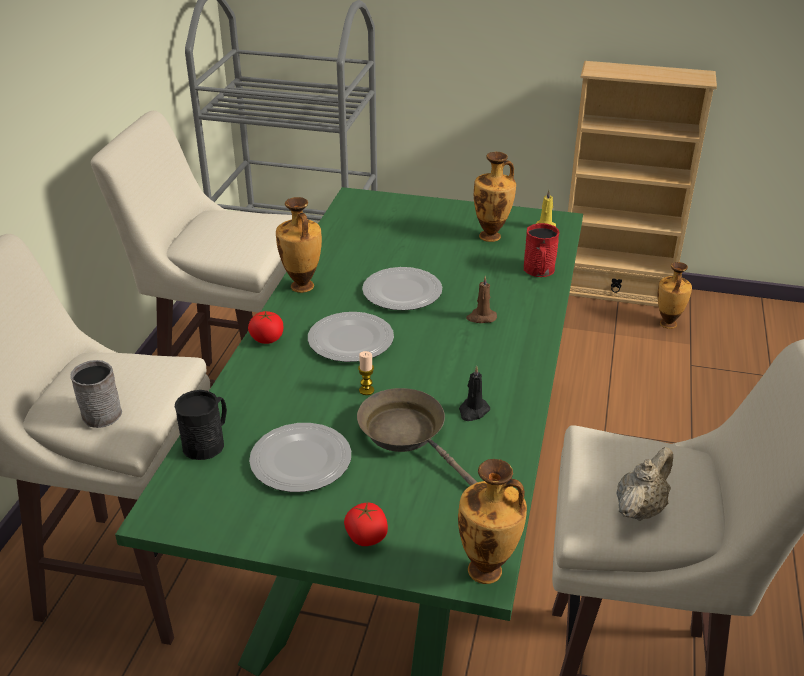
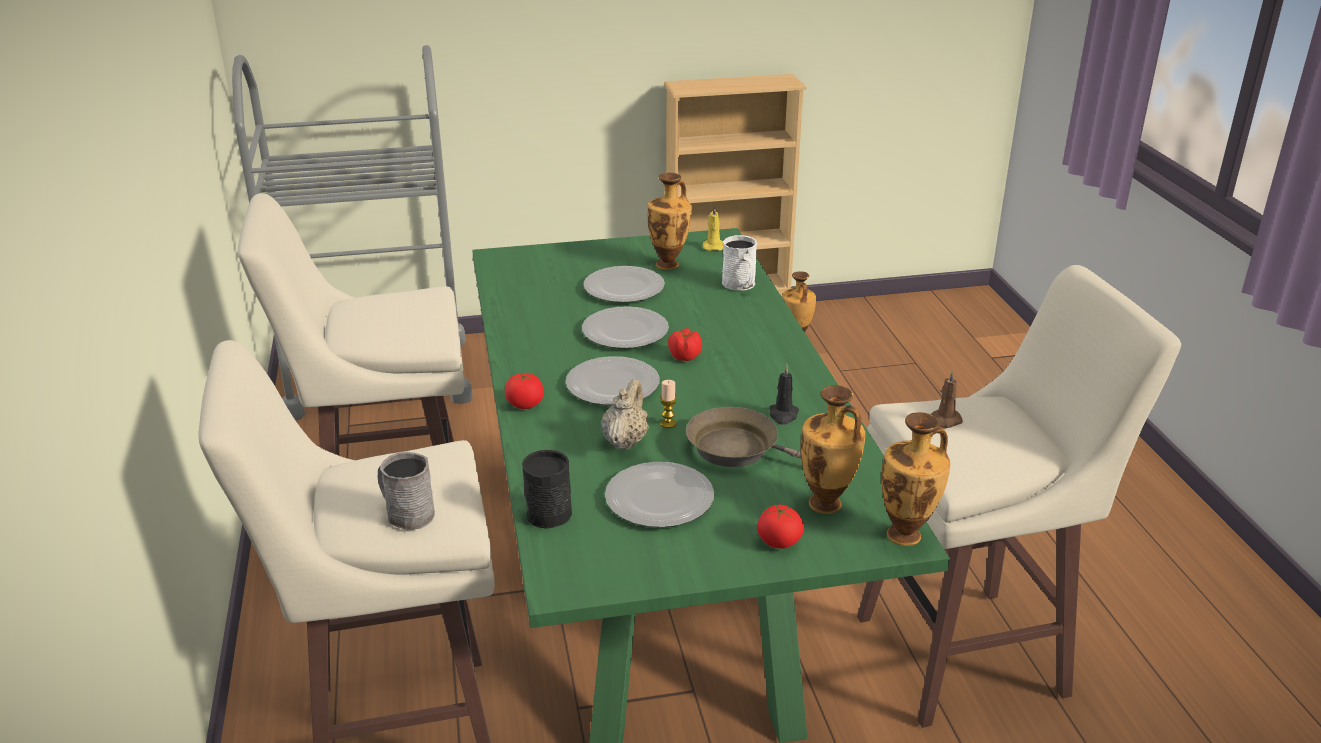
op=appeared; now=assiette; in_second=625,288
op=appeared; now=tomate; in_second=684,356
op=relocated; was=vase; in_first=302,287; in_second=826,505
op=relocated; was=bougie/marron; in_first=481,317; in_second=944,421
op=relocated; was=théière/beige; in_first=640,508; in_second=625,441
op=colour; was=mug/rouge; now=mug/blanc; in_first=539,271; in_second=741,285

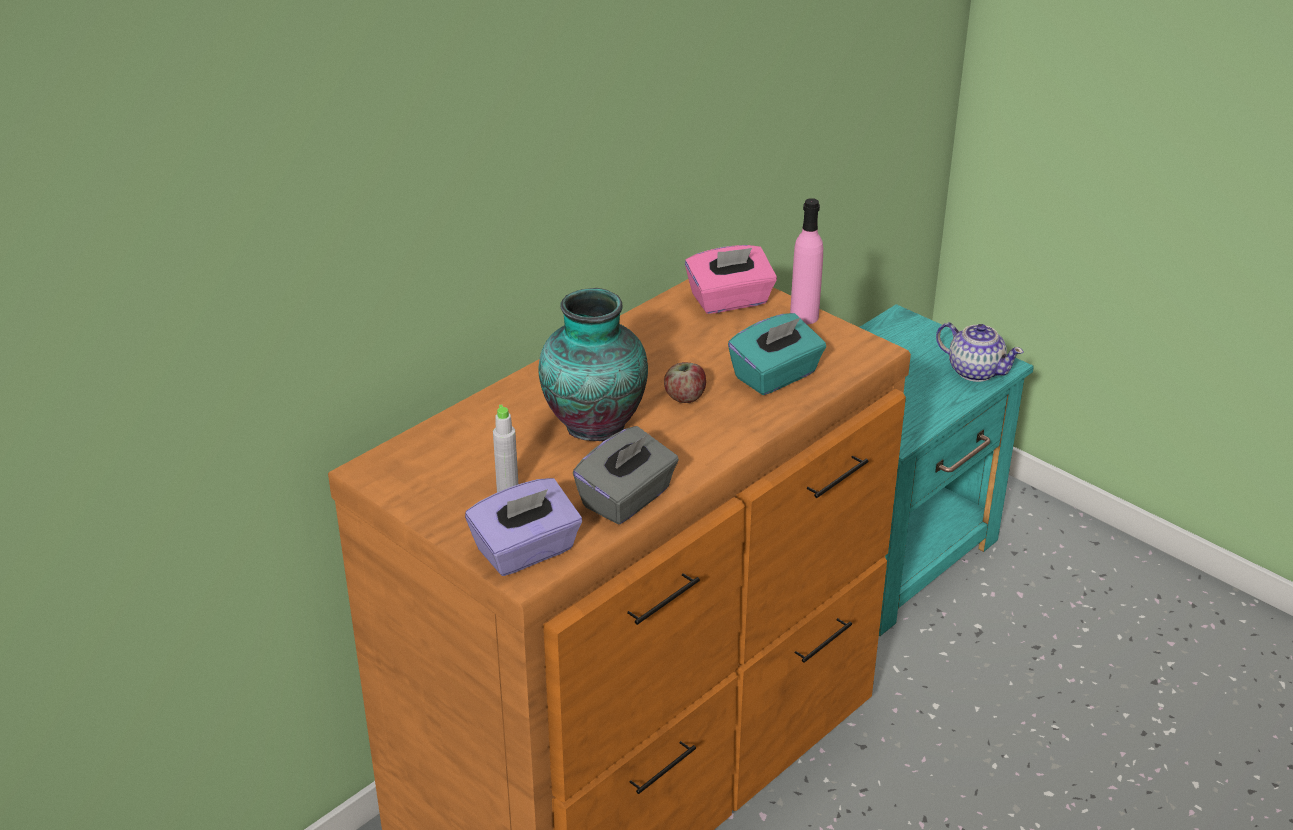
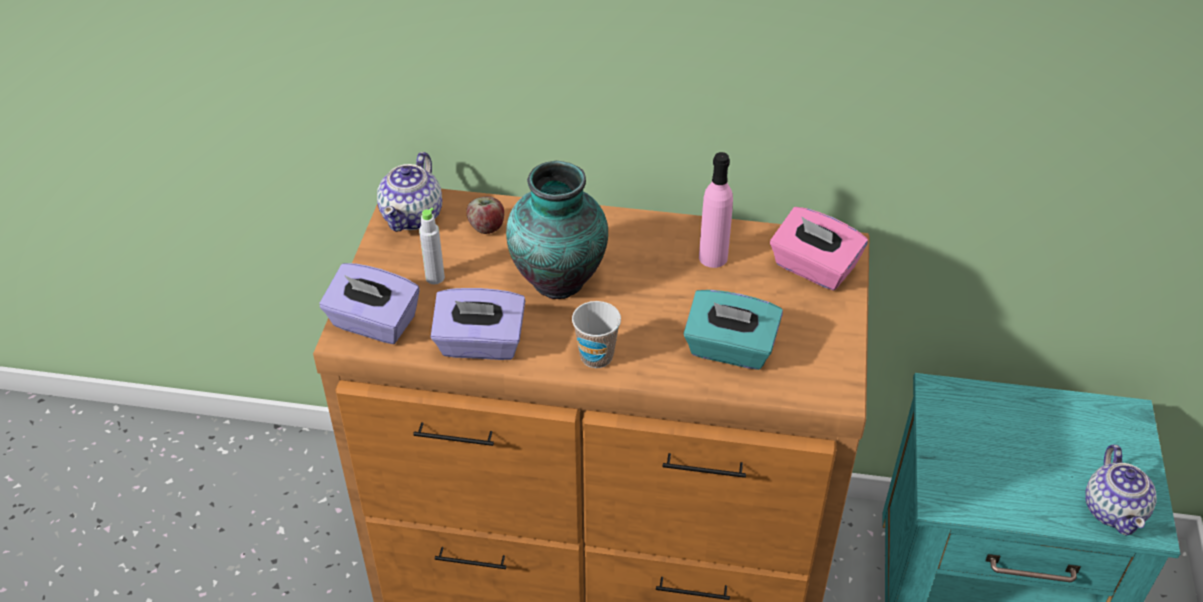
op=appeared; now=théière; in_second=413,216
op=appeared; now=tasse; in_second=596,356
op=relocated; was=pomme; in_first=684,397; in_second=487,227
op=relocated; was=bouteille/rose; in_first=804,316; in_second=713,257
op=colour; was=boîte à mouchoirs/gris; now=boîte à mouchoirs/violet; in_first=627,499; in_second=480,344

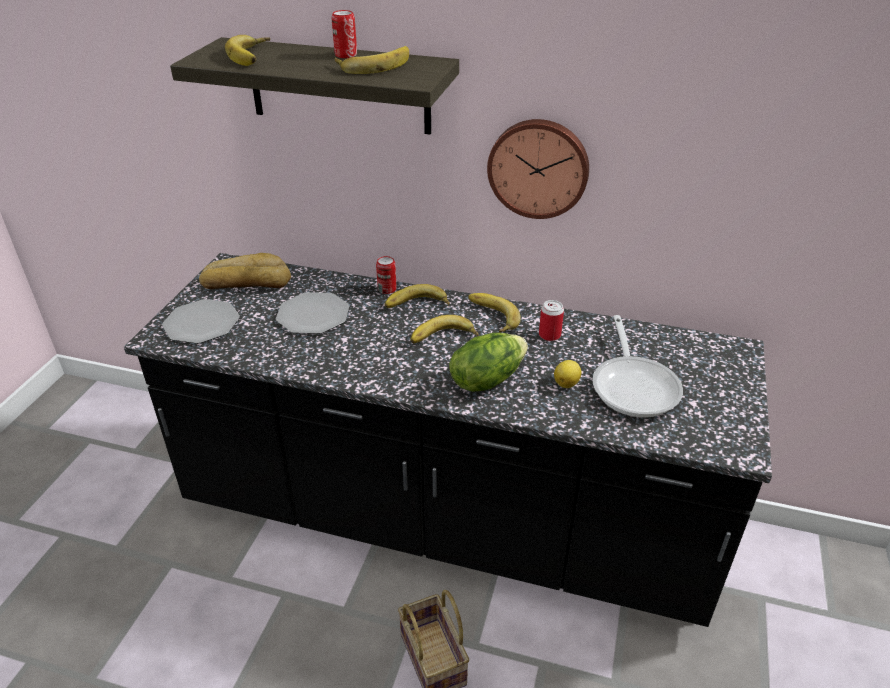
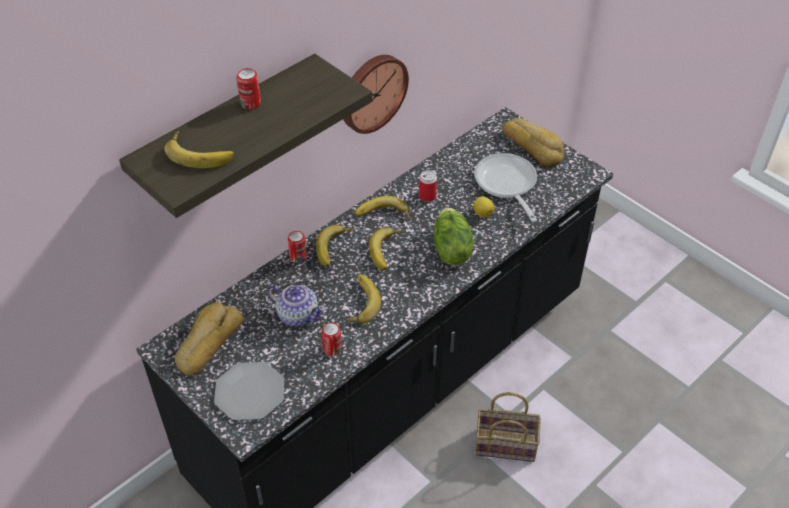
op=appeared; now=boîte métallique; in_second=332,349
op=appeared; now=pain; in_second=533,146
op=relocated; was=banane; in_first=374,64; in_second=359,302
op=exchanged; was=assiette; now=théière; in_first=313,315; in_second=297,315
op=spun; was=poêle; in_first=634,386; in_second=506,184; clockwise=-135

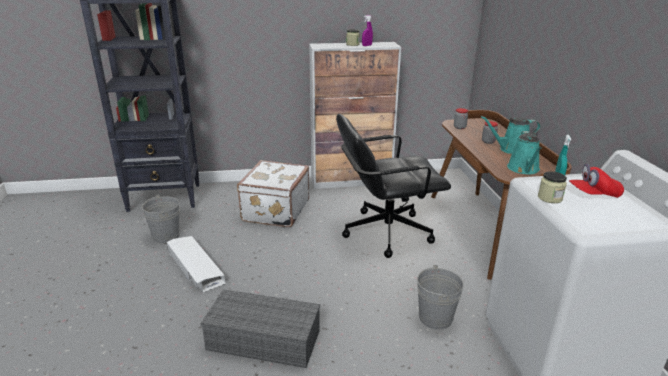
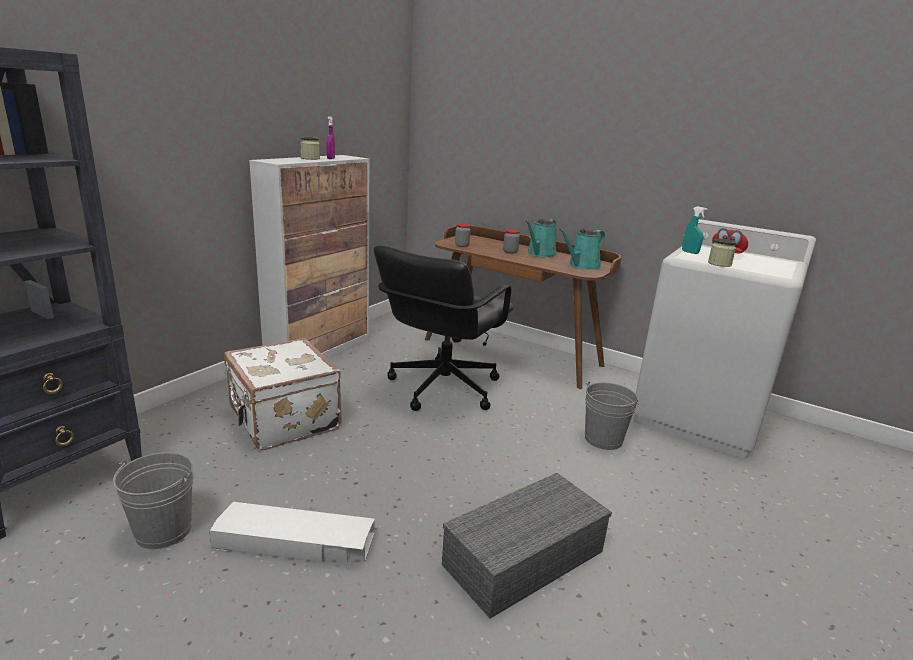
op=spun; was=arrosoir/turquoise; in_first=524,169; in_second=582,266; clockwise=90

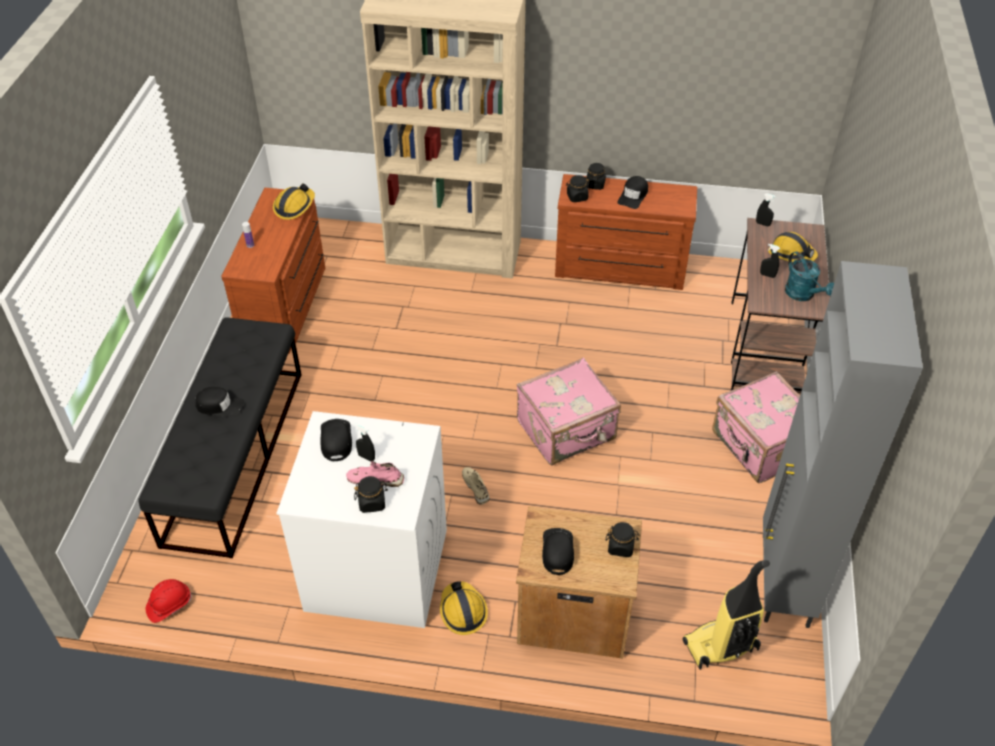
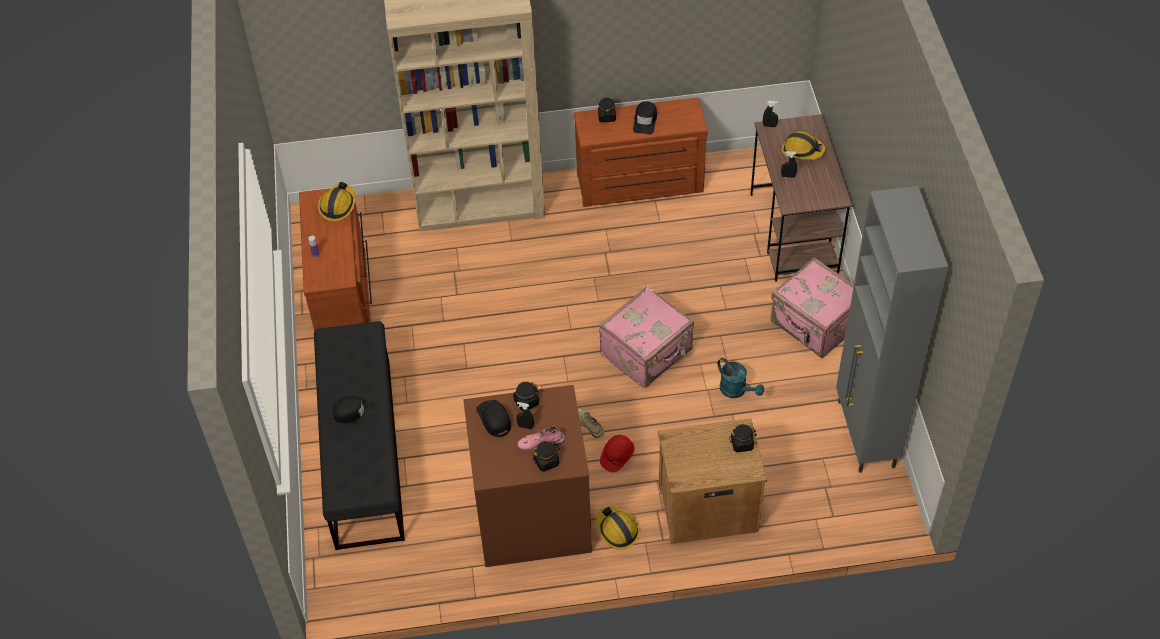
op=missing; was=casquette/noir; in_first=557,551
op=missing; was=aspirateur; in_first=720,647
op=relocated; was=casque de chantier/rouge; in_first=169,605; in_second=617,457
op=relocated; was=bocal/noir; in_first=577,197; in_second=526,402
op=relocated; was=arrosoir/turquoise; in_first=803,295; in_second=737,391
op=colour; was=lave-linge/blanc; now=lave-linge/marron; in_first=375,570; in_second=531,517

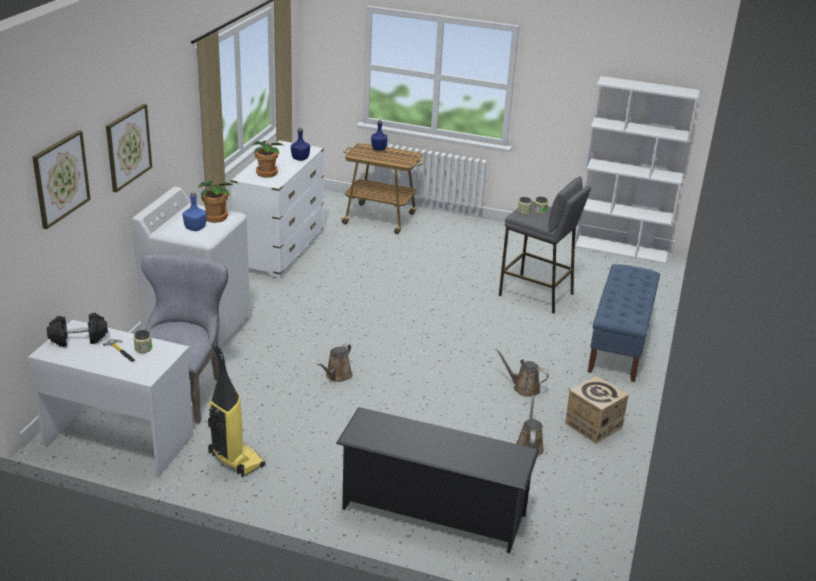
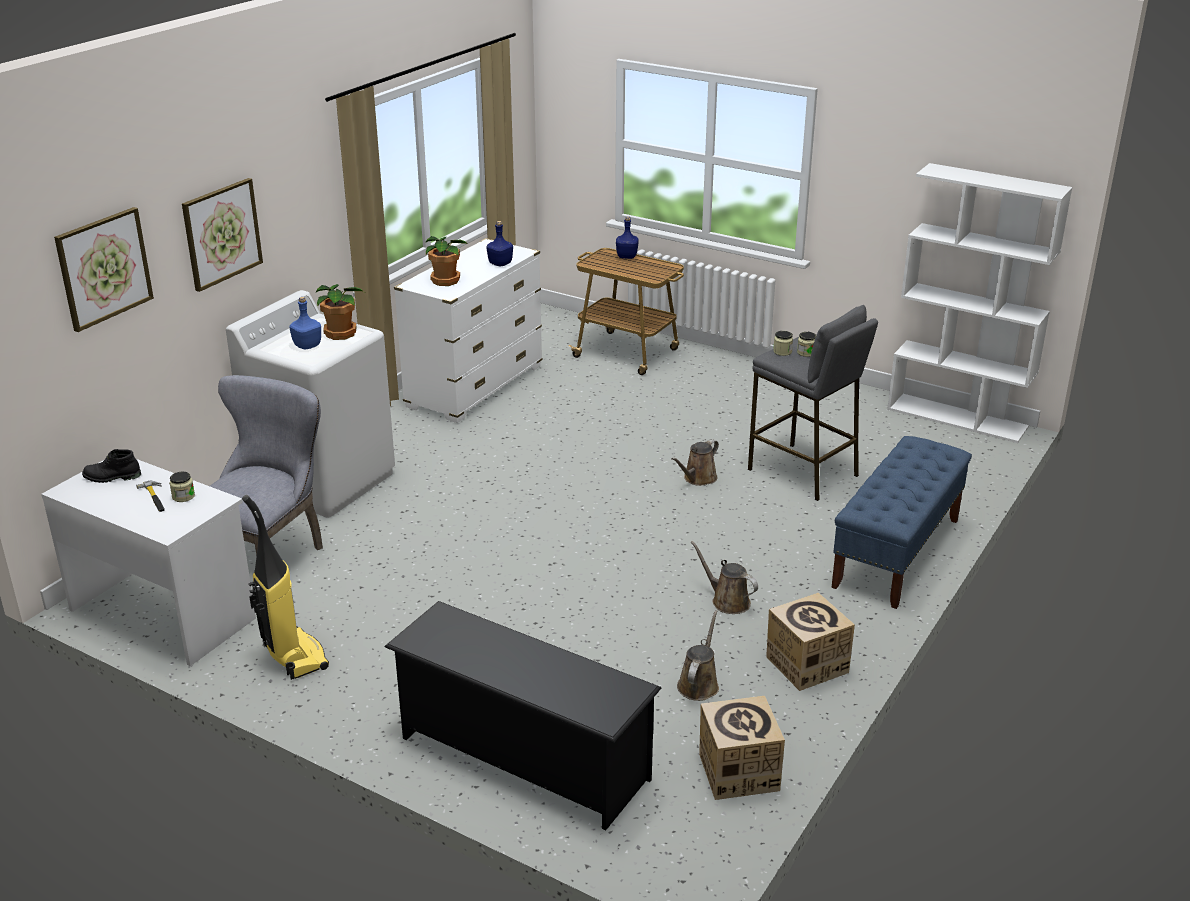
op=appeared; now=carton; in_second=738,772
op=relocated; was=arrosoir/marron; in_first=337,376; in_second=698,479
op=exchanged; was=haltère/noir; now=botte/noir; in_first=78,339; in_second=112,477

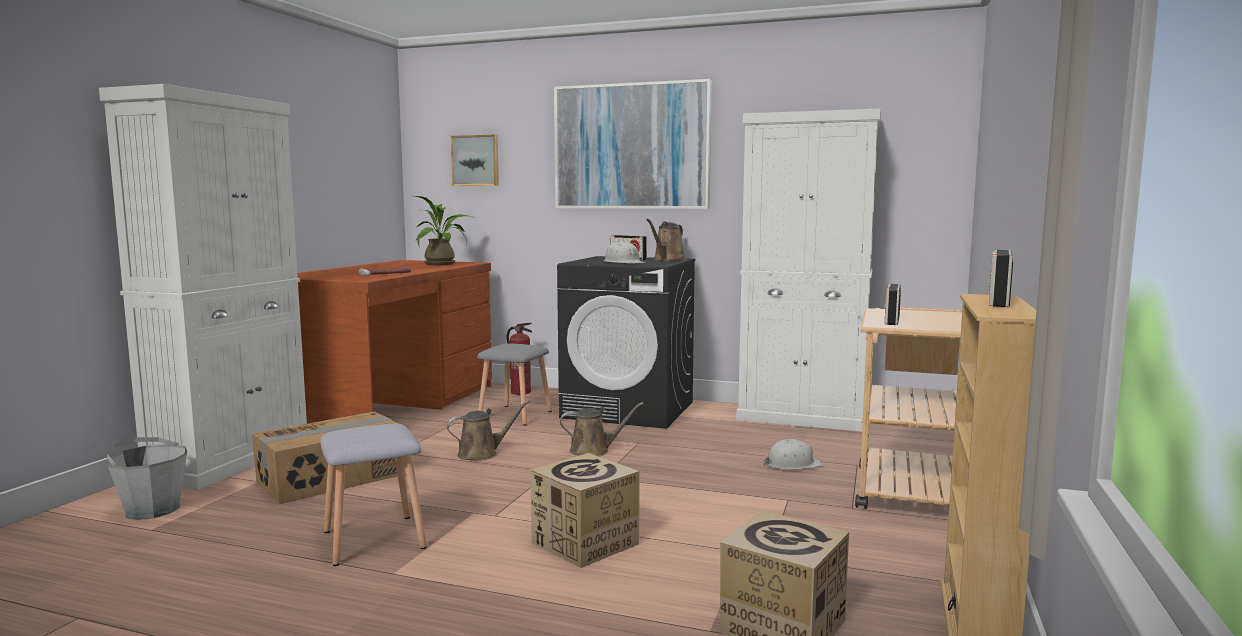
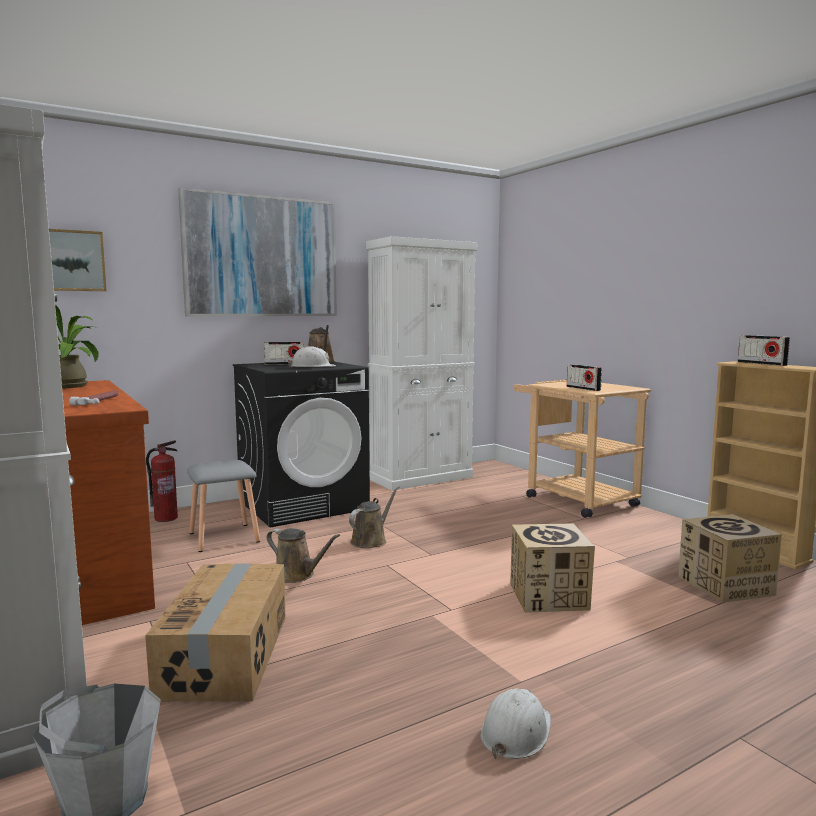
op=missing; was=tabouret/gris; in_first=375,539
op=relocated; was=casque de chantier/blanc; in_first=792,464; in_second=516,732
op=spun; was=arrosoir/marron; in_first=482,454; in_second=297,575; clockwise=105

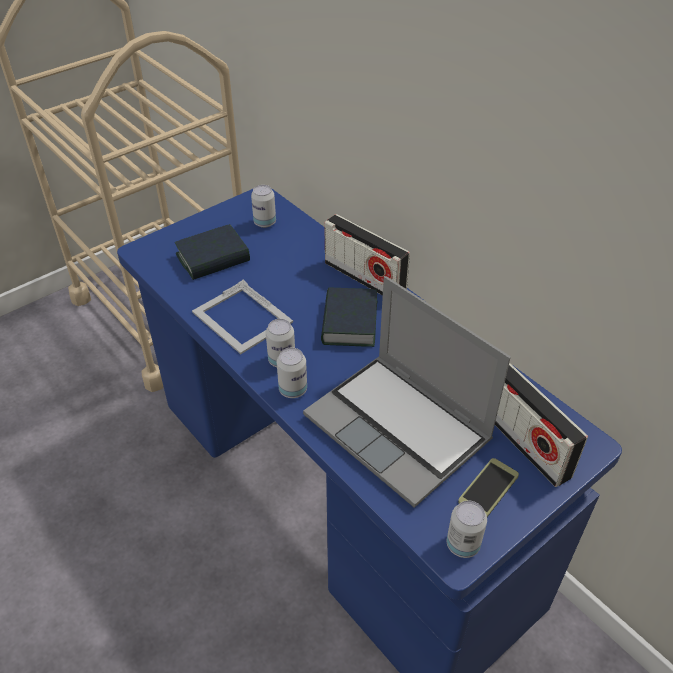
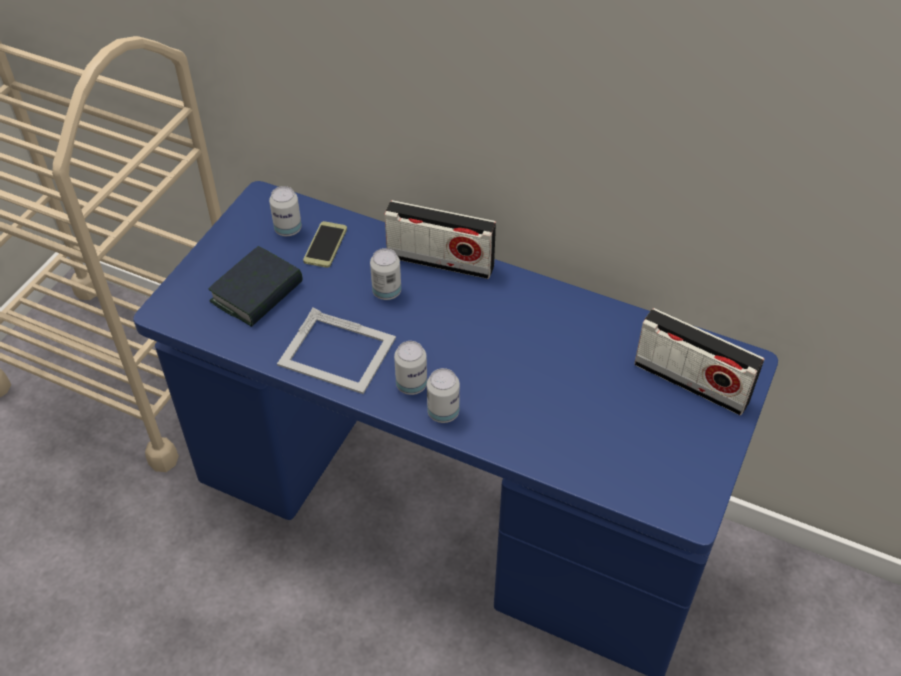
op=missing; was=ordinateur portable; in_first=400,429
op=missing; was=livre; in_first=349,323
op=relocated; was=boîte métallique; in_first=463,545; in_second=387,292
op=relocated; was=téléphone; in_first=488,488; in_second=325,245

